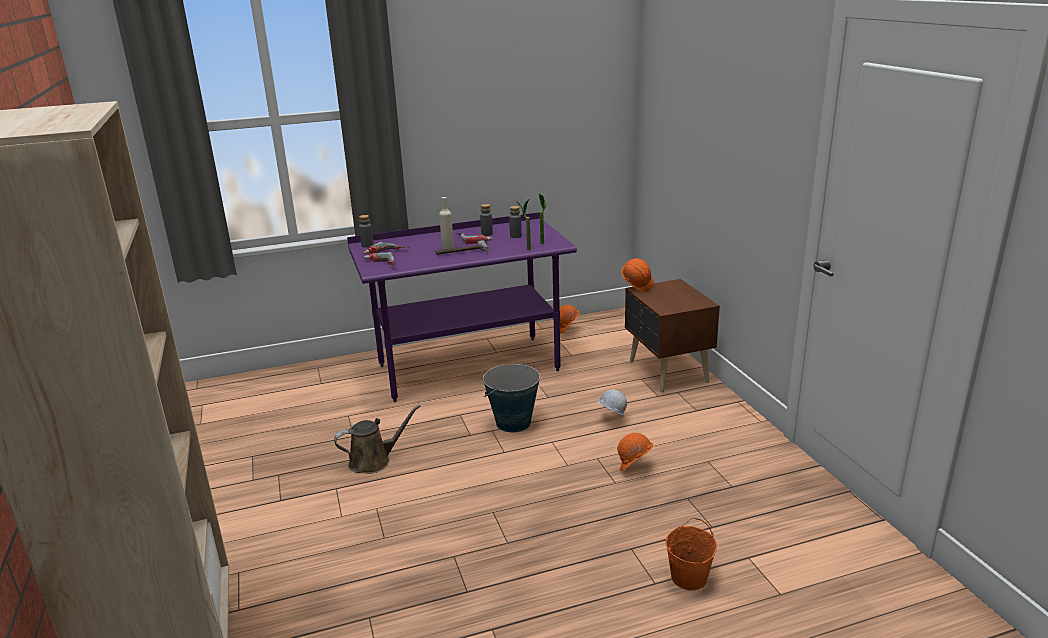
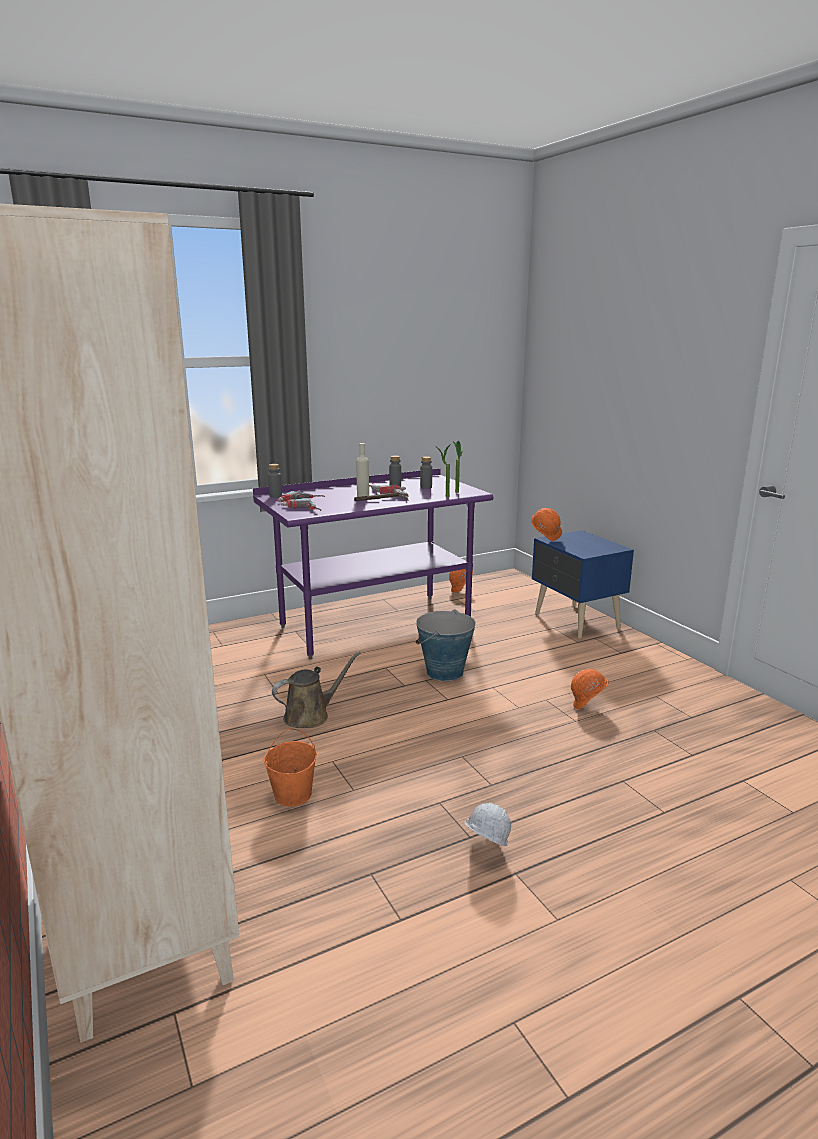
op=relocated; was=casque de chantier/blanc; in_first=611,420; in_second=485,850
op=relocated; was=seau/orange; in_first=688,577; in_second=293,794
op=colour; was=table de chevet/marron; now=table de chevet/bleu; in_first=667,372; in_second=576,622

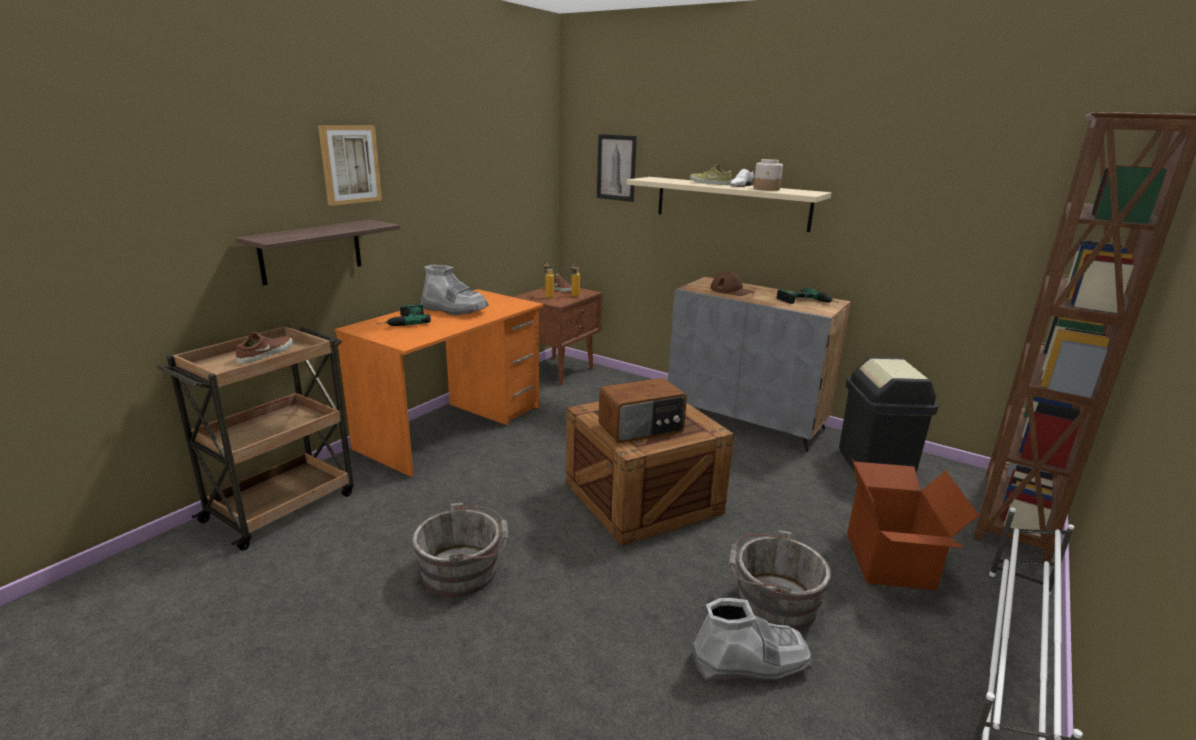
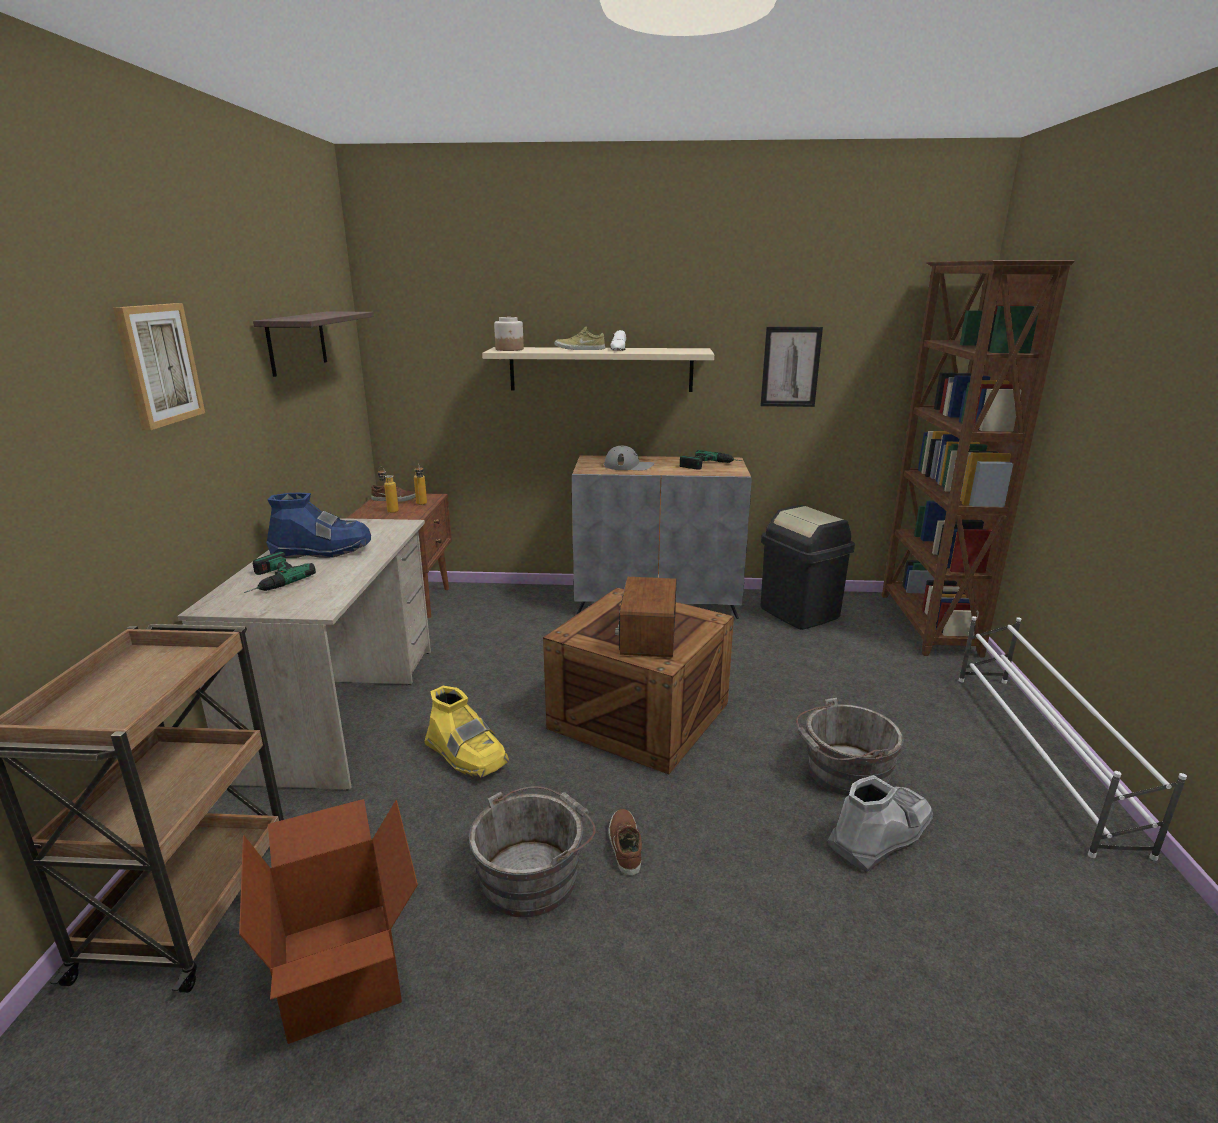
op=appeared; now=botte/jaune; in_second=467,756
op=relocated; was=étagère; in_first=311,251; in_second=297,342
op=relocated; was=chaussure/marron; in_first=265,354; in_second=624,845
op=relocated; was=tableau; in_first=616,167; in_second=790,367
op=relocated; was=bocal; in_first=766,189; in_second=510,349
op=relocated; was=carton; in_first=891,561; in_second=344,968
op=colour; was=bureau/orange; now=bureau/beige; in_first=453,428; in_second=342,709
op=colour; was=botte/gris; now=botte/bleu; in_first=455,310; in_second=322,550
op=colour; was=casquette/marron; now=casquette/gris; in_first=732,291; in_second=629,466
op=spun; was=radio; in_first=641,428; in_second=647,637; clockwise=150

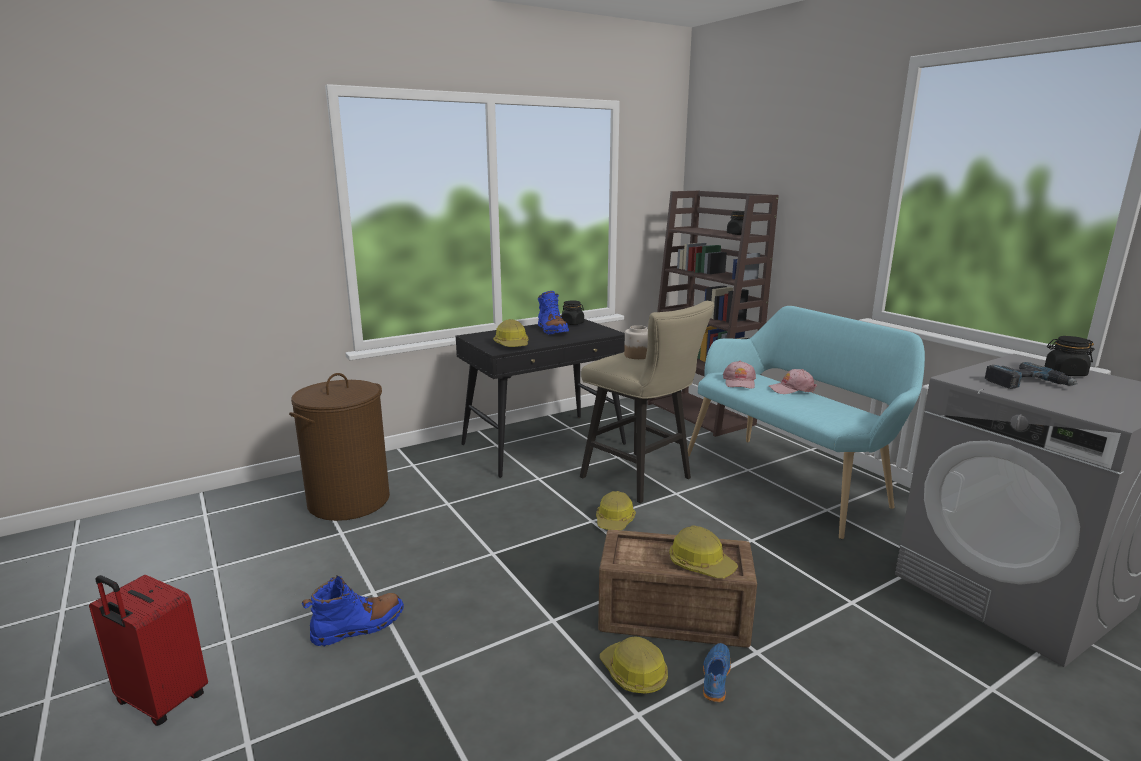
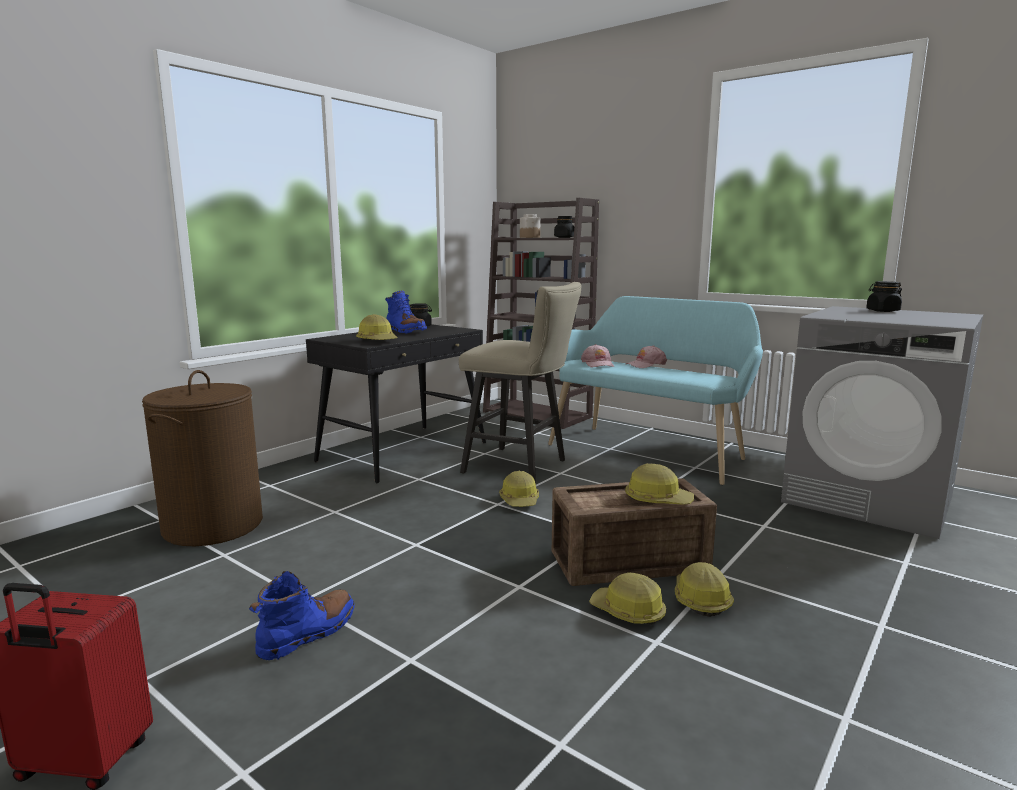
op=missing; was=perceuse; in_first=1027,383
op=relocated; was=bocal; in_first=637,355; in_second=529,237
op=exchanged; was=chaussure/bleu; now=casque de chantier; in_first=715,678; in_second=700,599

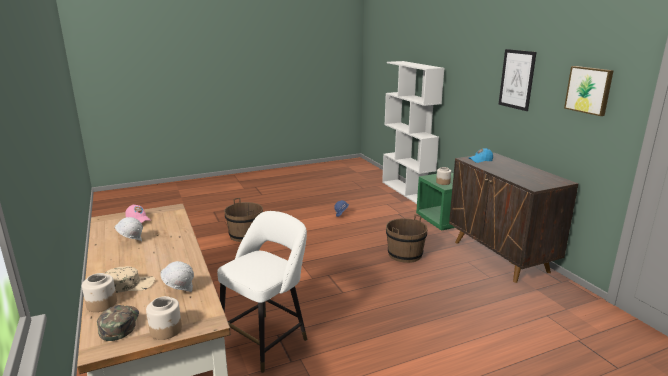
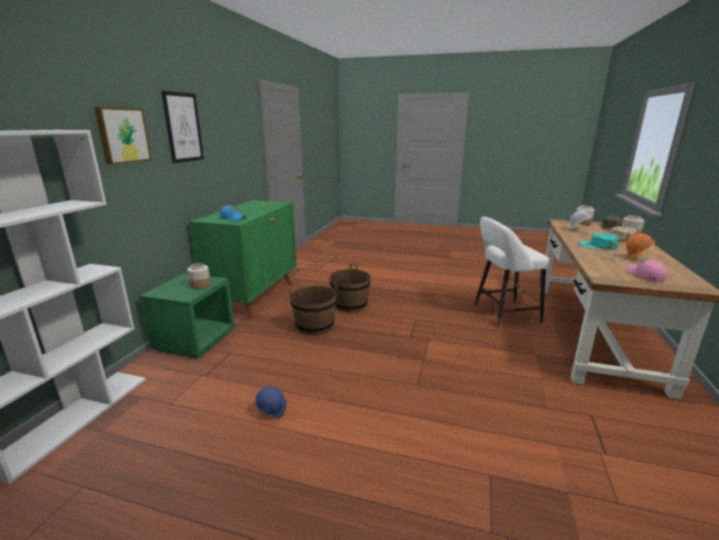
op=appeared; now=casquette/turquoise; in_second=597,245
op=relocated; was=seau/marron; in_first=245,235; in_second=350,305
op=relocated; was=tableau; in_first=589,90; in_second=122,135
op=colour; was=casque de chantier/blanc; now=casque de chantier/orange; in_first=131,242; in_second=636,259
op=colour; was=meuble de rangement/marron; now=meuble de rangement/vert; in_first=500,257; in_second=255,296

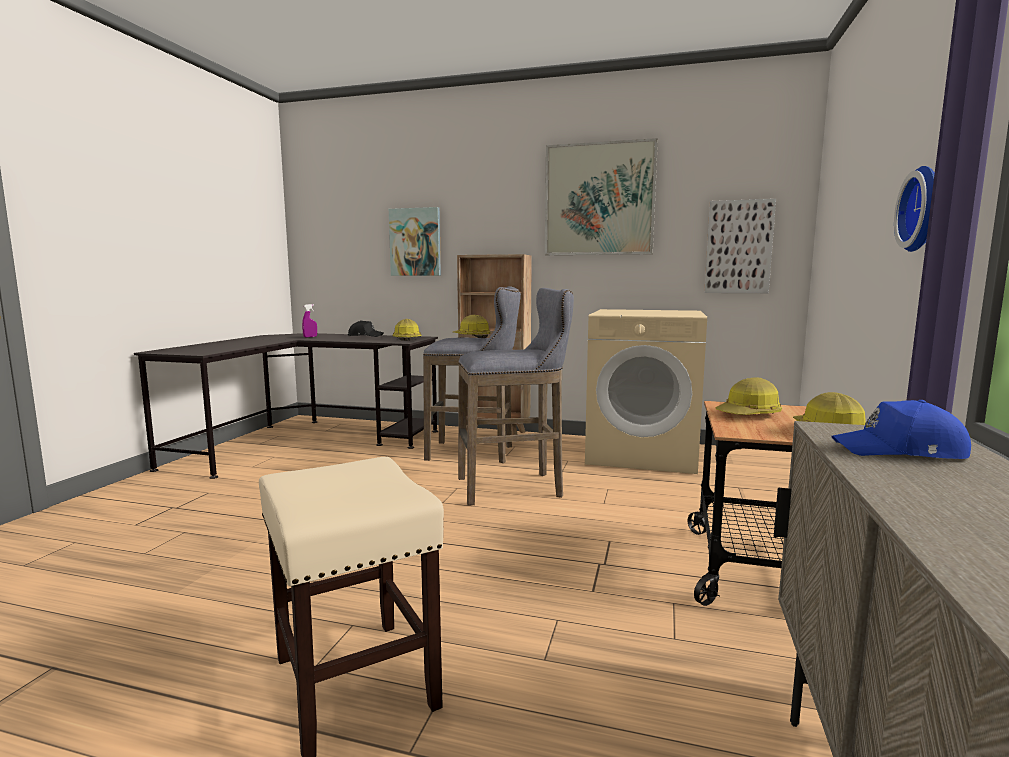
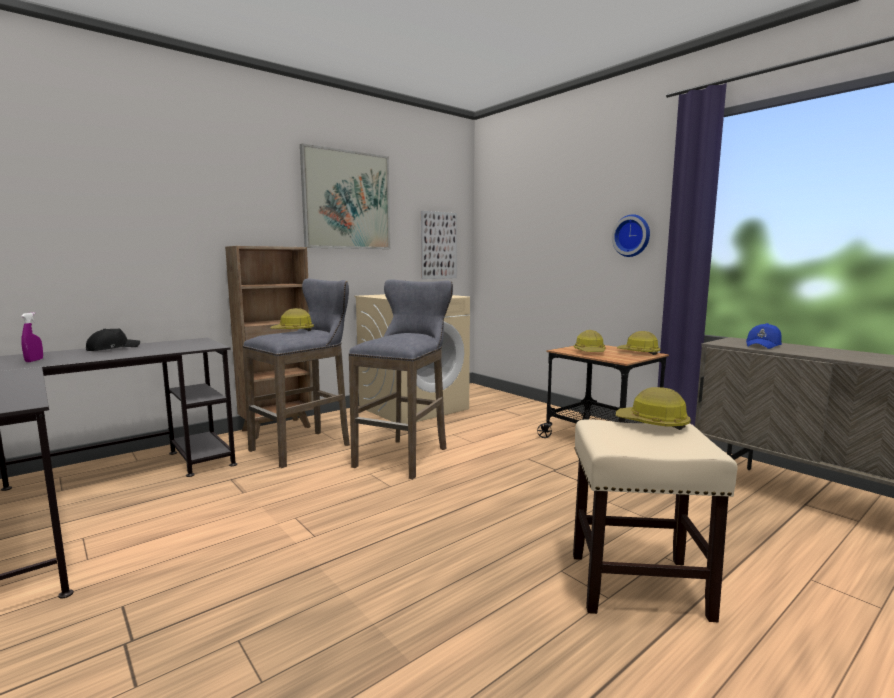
op=missing; was=tableau; in_first=415,242
op=relocated; was=casque de chantier; in_first=407,339; in_second=652,424

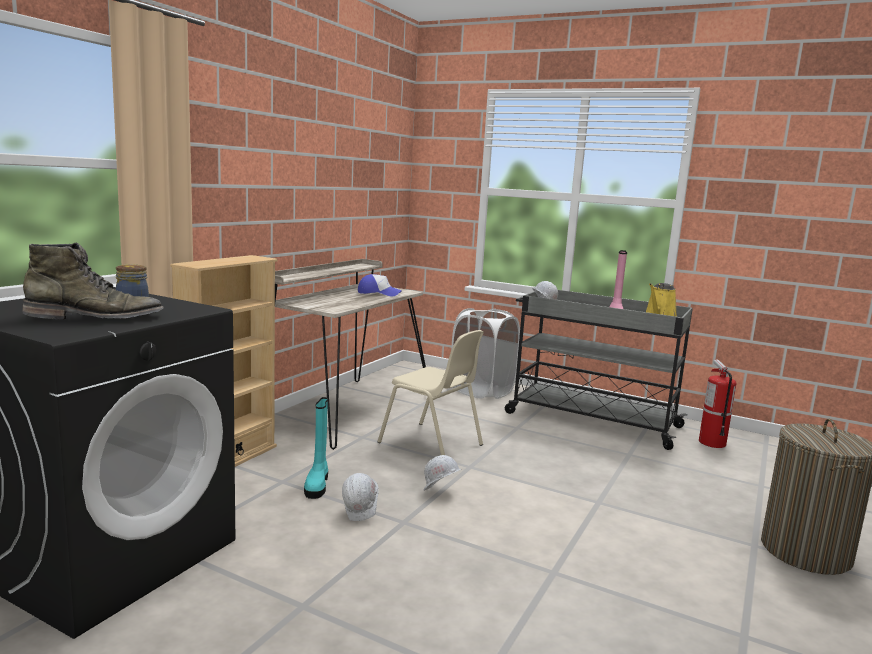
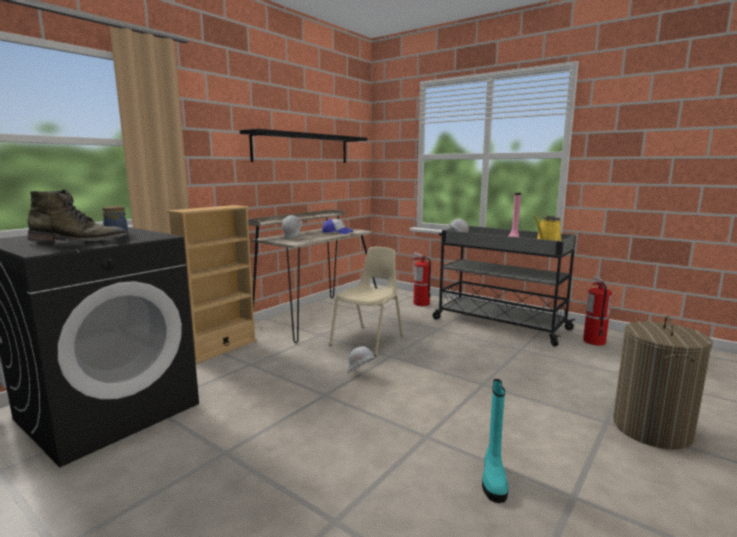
op=appeared; now=étagère/noir; in_second=302,148
op=relocated; was=botte/turquoise; in_first=317,484; in_second=493,479
op=relocated; was=casque de chantier/blanc; in_first=360,514; in_second=293,238
op=exchanged; was=panier à linge/blanc; now=extincteur; in_first=482,391; in_second=421,303
op=spun; was=chaise/beige; in_first=432,444; in_second=369,340; clockwise=-105

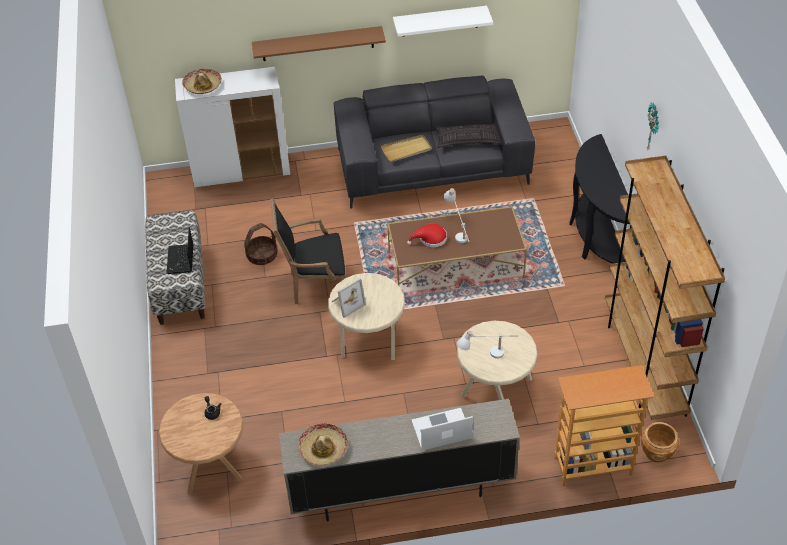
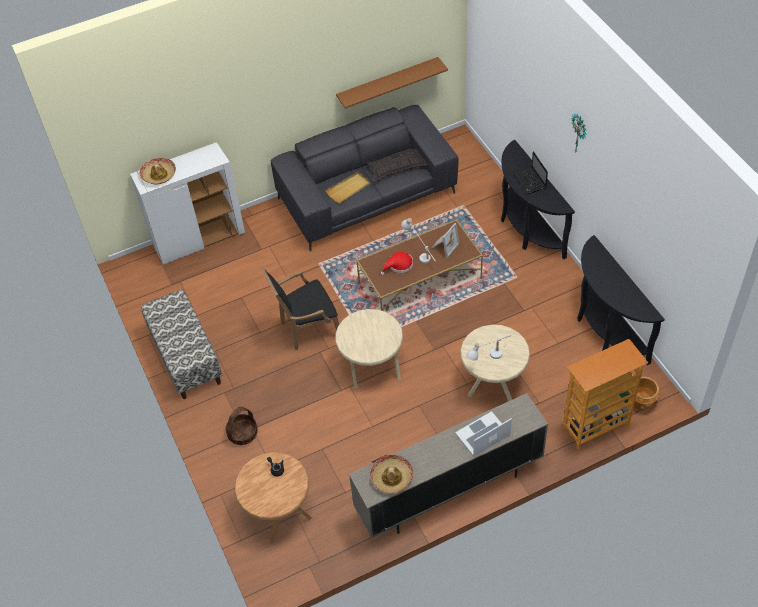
op=missing; was=étagère/blanc; in_first=440,21
op=relocated; was=ordinateur portable; in_first=181,260; in_second=530,181
op=relocated; was=panier; in_first=262,256; in_second=242,433
op=relocated; was=étagère/marron; in_first=317,43; in_second=388,83
op=relocated; was=cadre photo; in_first=347,303; in_second=444,246
op=exchanged; was=bibliothèque/marron; now=table console/noir; in_first=644,364; in_second=605,329

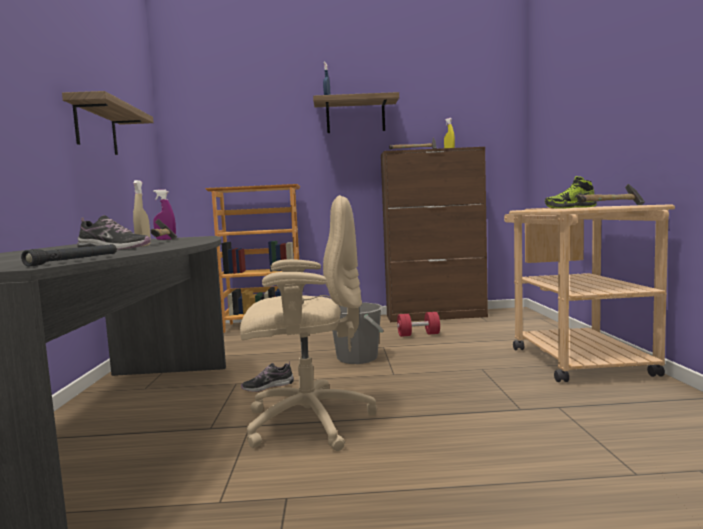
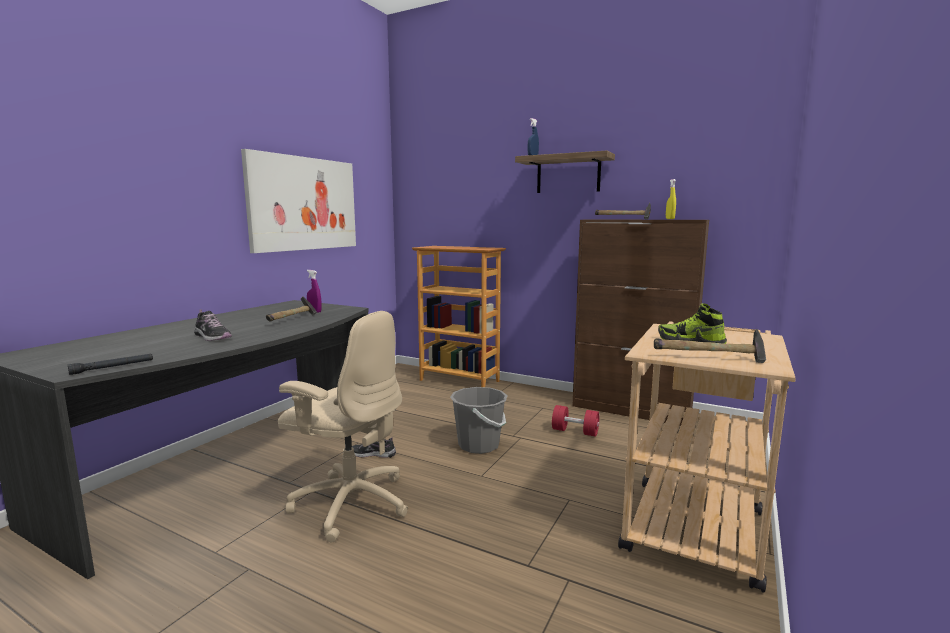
op=missing; was=vaporisateur/beige; in_first=143,246
op=exchanged; was=étagère; now=tableau; in_first=96,128; in_second=304,204

